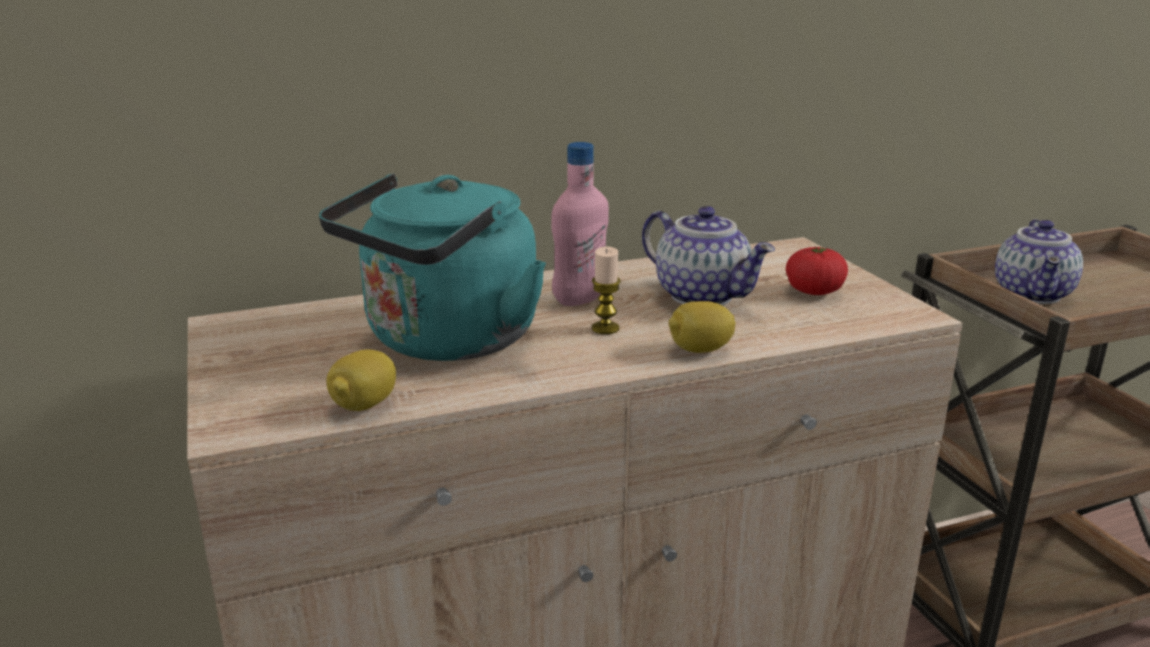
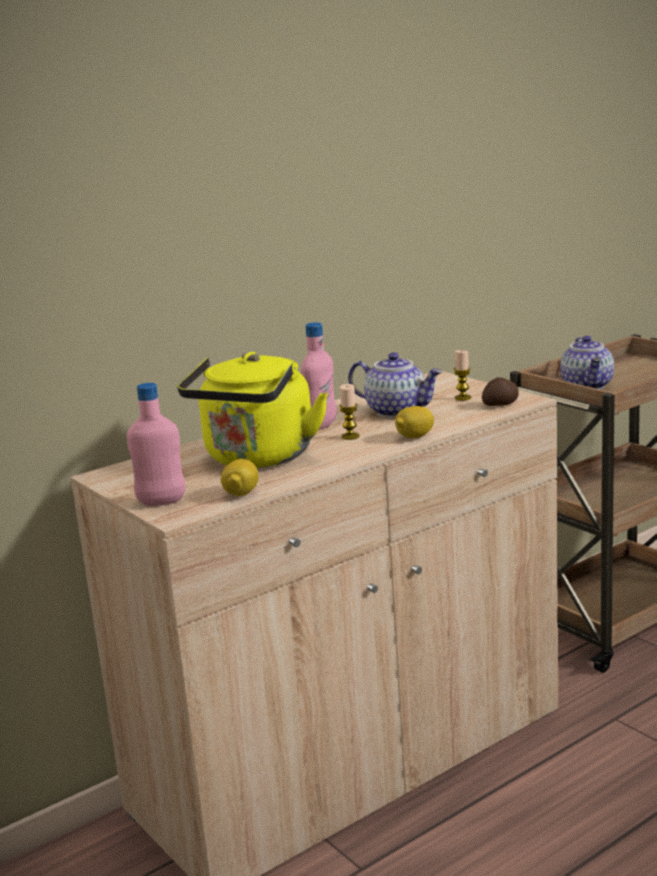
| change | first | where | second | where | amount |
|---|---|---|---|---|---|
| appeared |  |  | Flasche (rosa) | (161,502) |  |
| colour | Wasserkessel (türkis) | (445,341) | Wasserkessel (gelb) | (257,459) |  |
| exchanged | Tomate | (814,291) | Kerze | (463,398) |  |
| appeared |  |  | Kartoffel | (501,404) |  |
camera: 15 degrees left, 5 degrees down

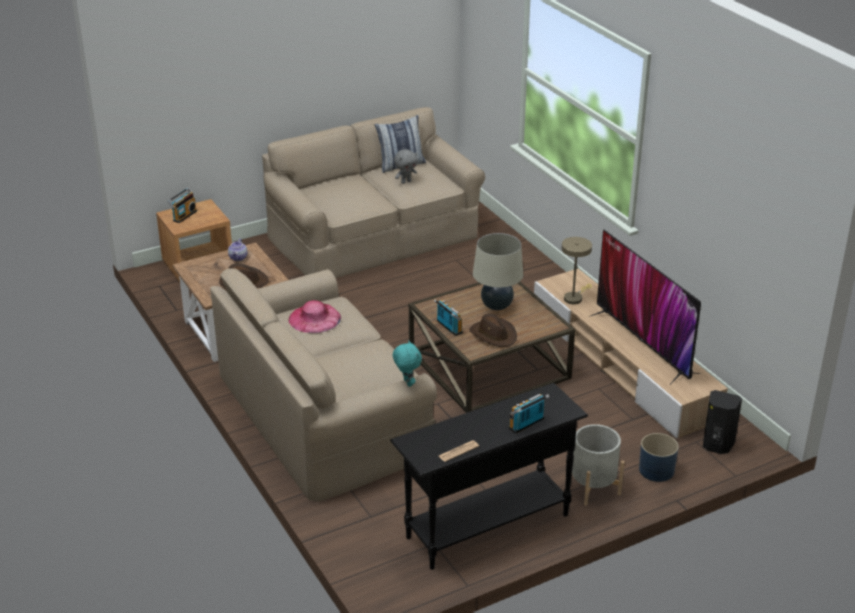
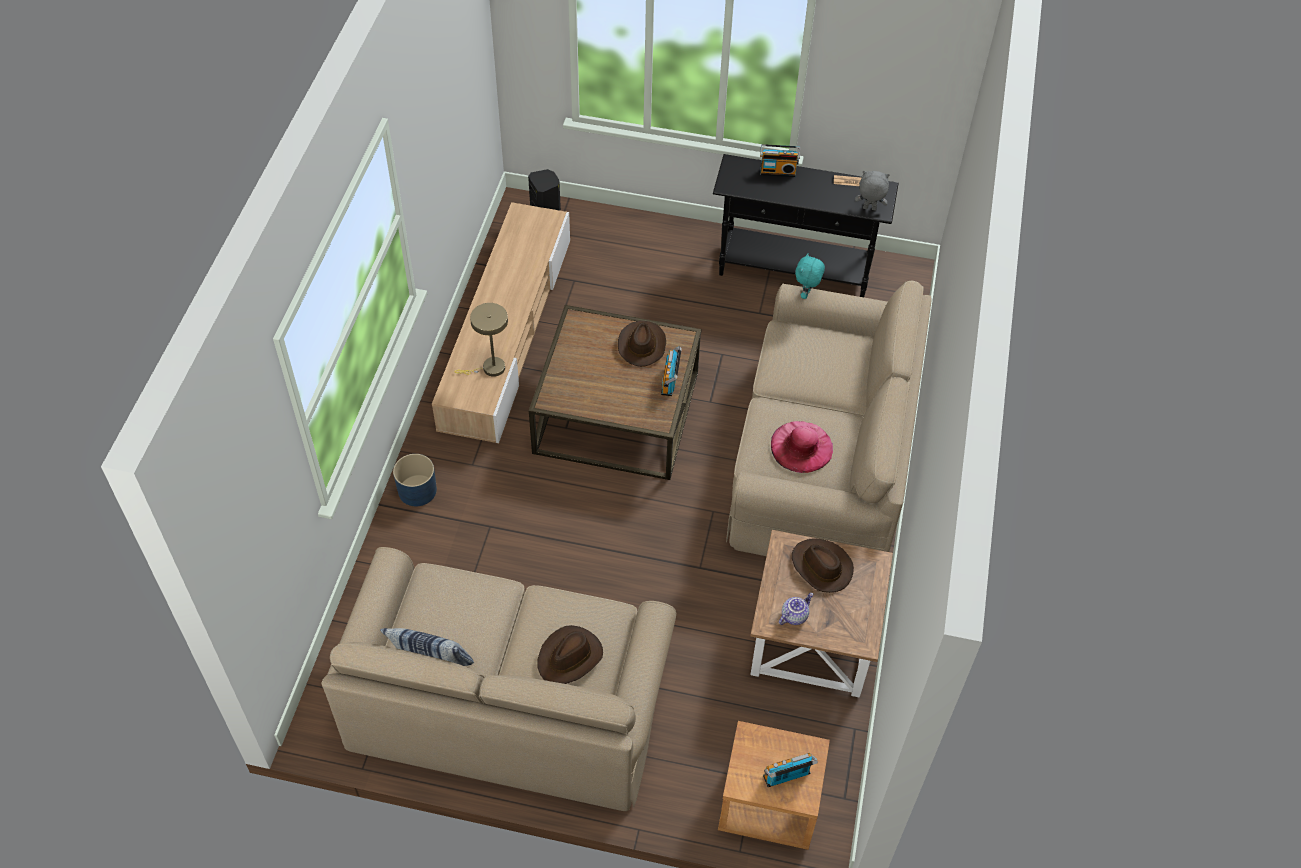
| change | first | where | second | where | amount |
|---|---|---|---|---|---|
| relocated | Pflanzkübel (blau) | (656,470) |  | (417,490) |  |
| appeared |  |  | Hut (braun) | (570,657) |  |
| relocated | Plüschtier (grau) | (406,182) |  | (869,209) |  |
| missing | Tischlampe (beige) | (497,306) |  |  |  |
| missing | Pflanzkübel (grau) | (593,487) |  |  |  |
| missing | Fernseher | (643,343) |  |  |  |
camera: 140 degrees left, 20 degrees up

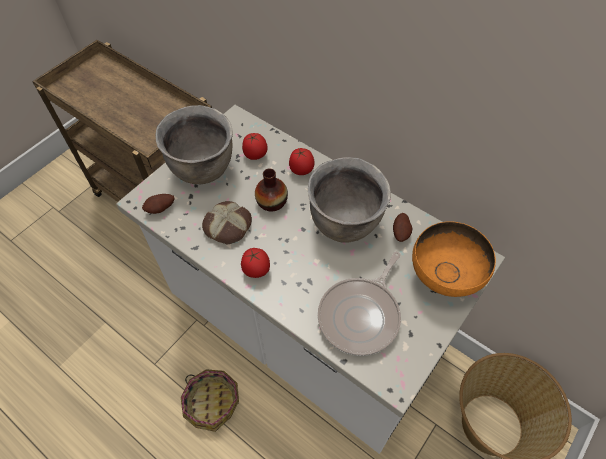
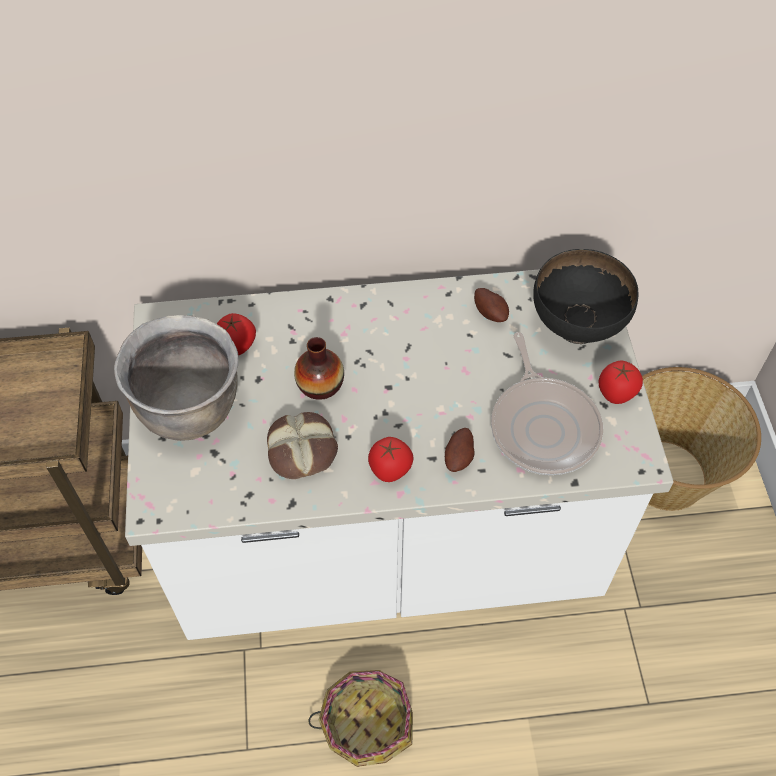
| change | first | where | second | where | amount |
|---|---|---|---|---|---|
| relocated | Kartoffel | (161,209) |  | (459,457) |  |
| colour | Schüssel (orange) | (444,277) | Schüssel (schwarz) | (576,325) |  |
| relocated | Tomate | (301,170) |  | (616,394) |  |
| missing | Kochtopf (braun) | (345,223) |  |  |  |
camera: 45 degrees left, 0 degrees up

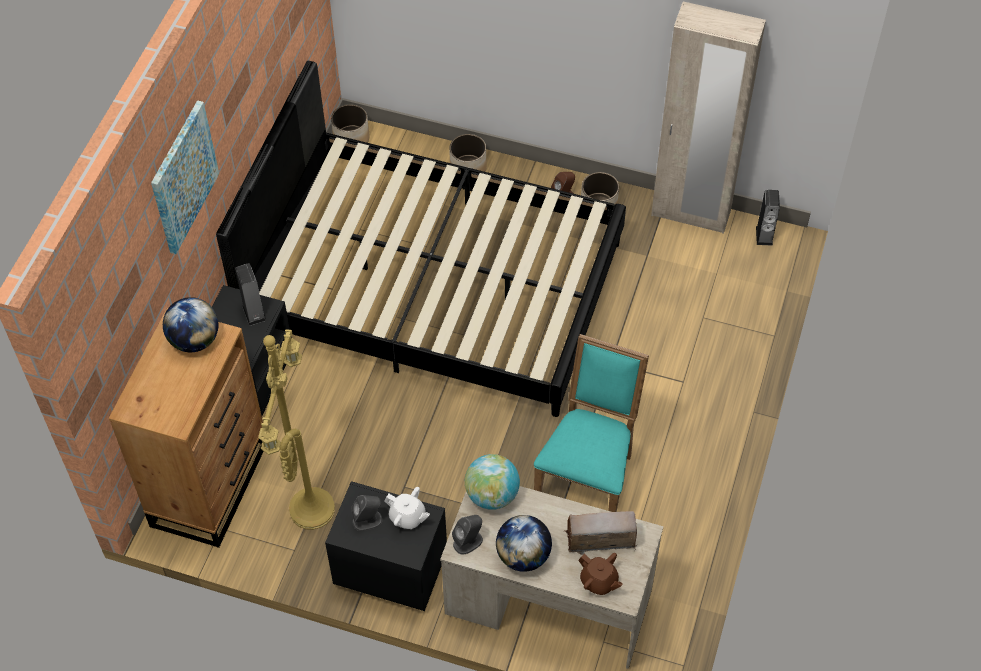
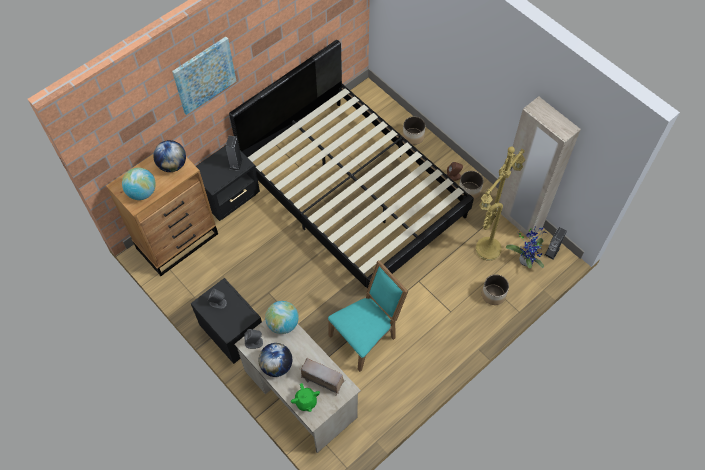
| change | first | where | second | where | amount |
|---|---|---|---|---|---|
| appeared |  |  | Globus | (142,192) |  |
| colour | Teekanne (braun) | (599,581) | Teekanne (grün) | (306,401) |  |
| relocated | Stehlampe (gelb) | (309,507) |  | (487,247) |  |
| relocated | Pflanzkübel | (351,139) |  | (493,294) |  |
| appeared |  |  | Topfpflanze | (526,259) |  |
| missing | Teekanne (weiß) | (407,517) |  |  |  |
camera: 30 degrees right, 5 degrees up

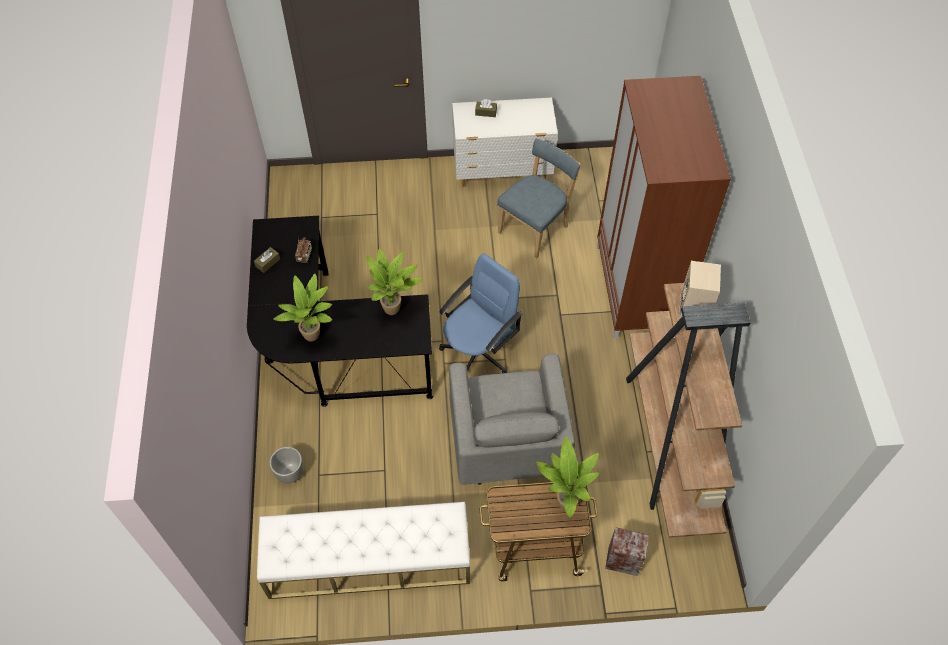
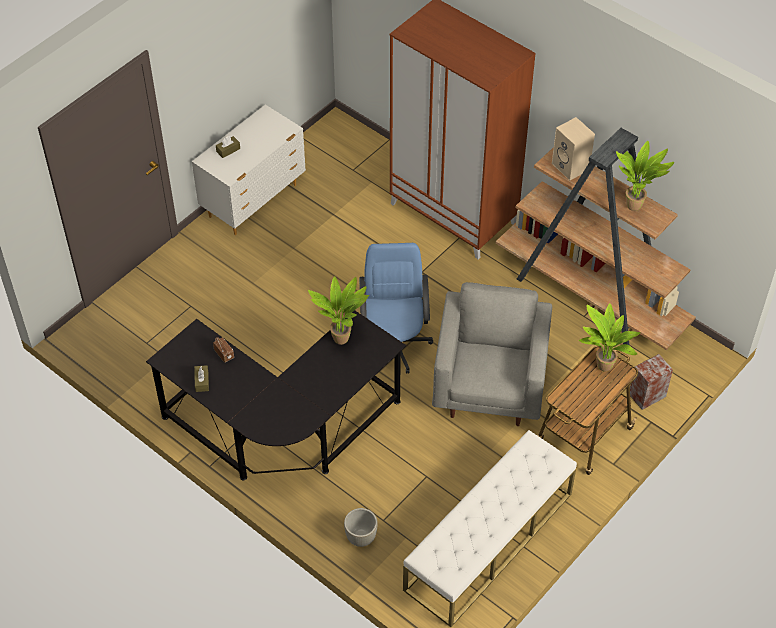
| change | first | where | second | where | amount |
|---|---|---|---|---|---|
| spun | Sessel (grau) | (507,444) |  | (489,387) | 120 degrees counterclockwise |
| relocated | Topfpflanze | (314,336) |  | (635,205) |  |
| missing | Stuhl (blau) | (535,228) |  |  |  |
camera: 45 degrees left, 5 degrees down

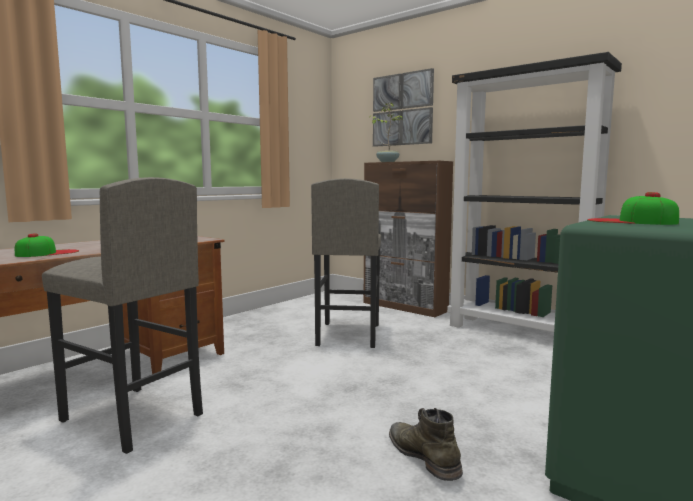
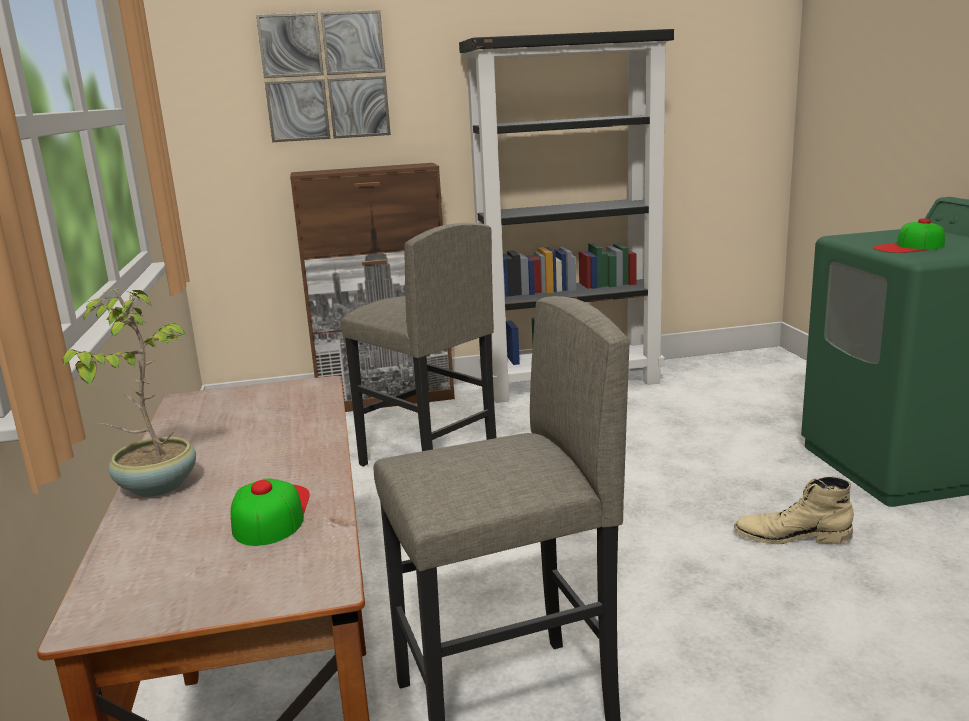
| change | first | where | second | where | amount |
|---|---|---|---|---|---|
| relocated | Topfpflanze | (387,162) |  | (155,486) |  |
| colour | Stiefel (grün) | (423,456) | Stiefel (beige) | (791,536) |  |
camera: 50 degrees left, 10 degrees up

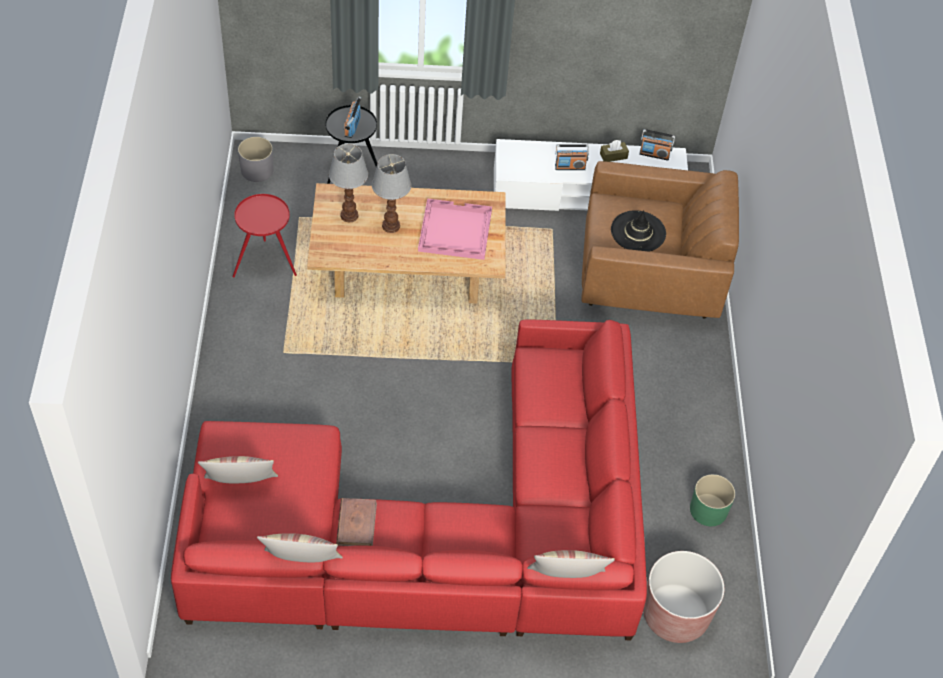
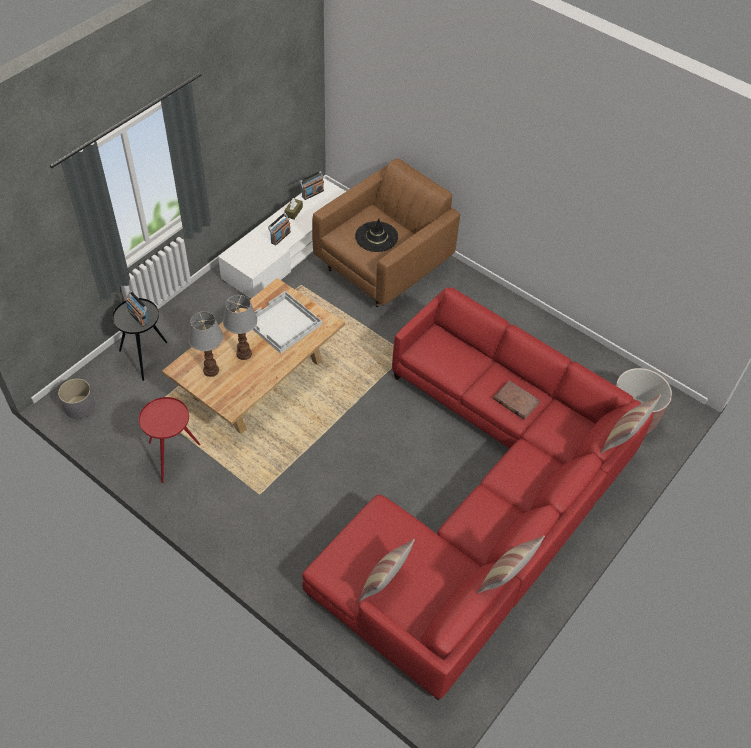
| change | first | where | second | where | amount |
|---|---|---|---|---|---|
| colour | Tablett (rosa) | (454,231) | Tablett (weiß) | (283,324) |  |
| relocated | Buch (braun) | (356,524) |  | (515,401) |  |
| missing | Pflanzkübel (grün) | (708,510) |  |  |  |
camera: 50 degrees left, 0 degrees up

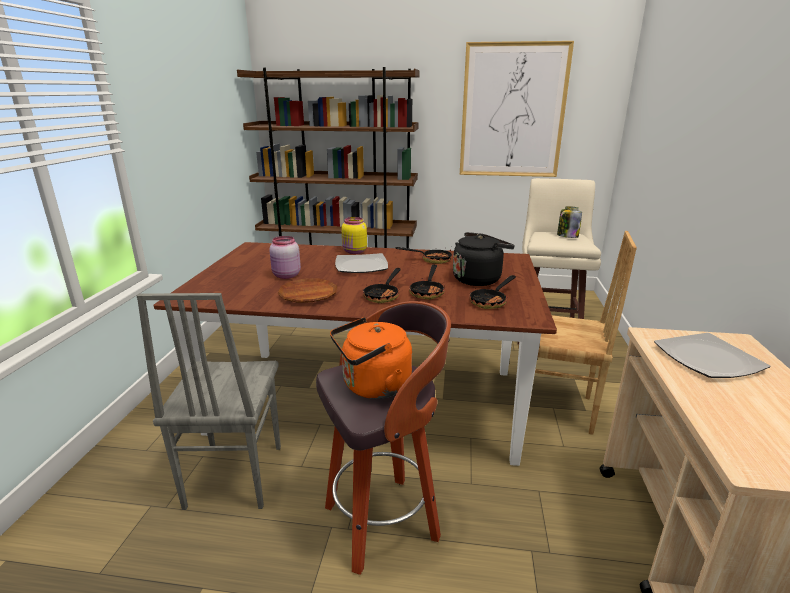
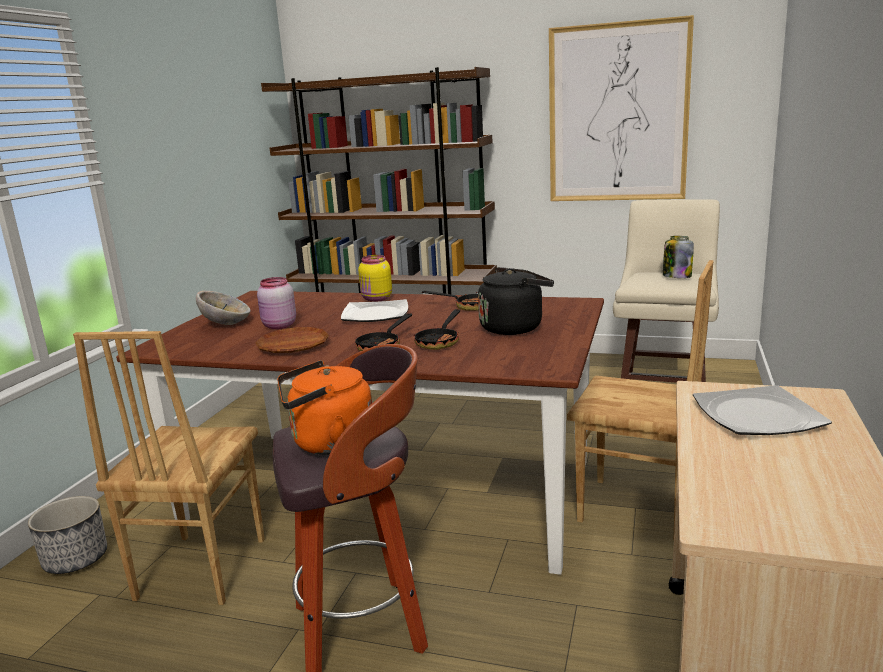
| change | first | where | second | where | amount |
|---|---|---|---|---|---|
| appeared |  |  | Pflanzkübel | (75,559) |  |
| colour | Stuhl (grau) | (233,476) | Stuhl (braun) | (199,569) |  |
| appeared |  |  | Schüssel | (226,323) |  |
| missing | Pfanne | (491,301) |  |  |  |
camera: 10 degrees right, 5 degrees down

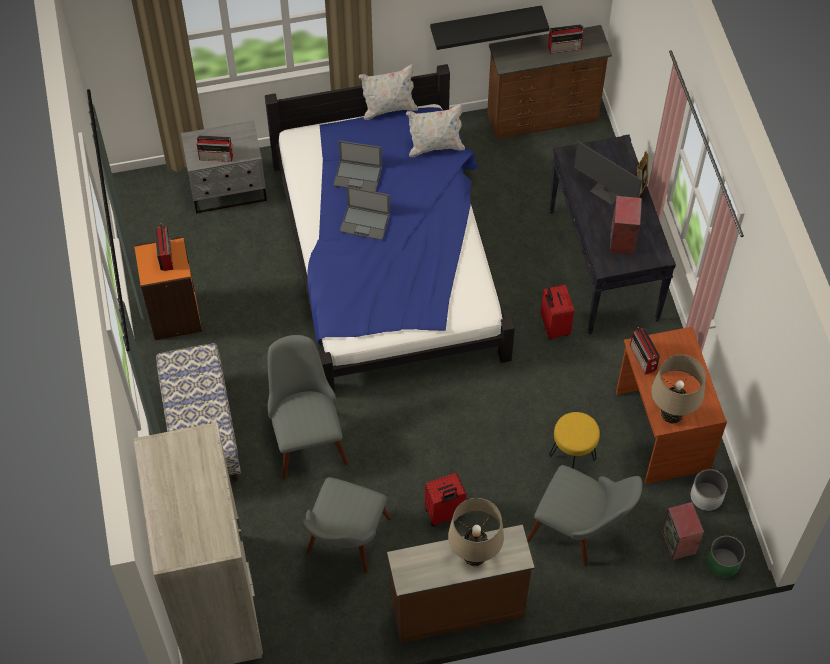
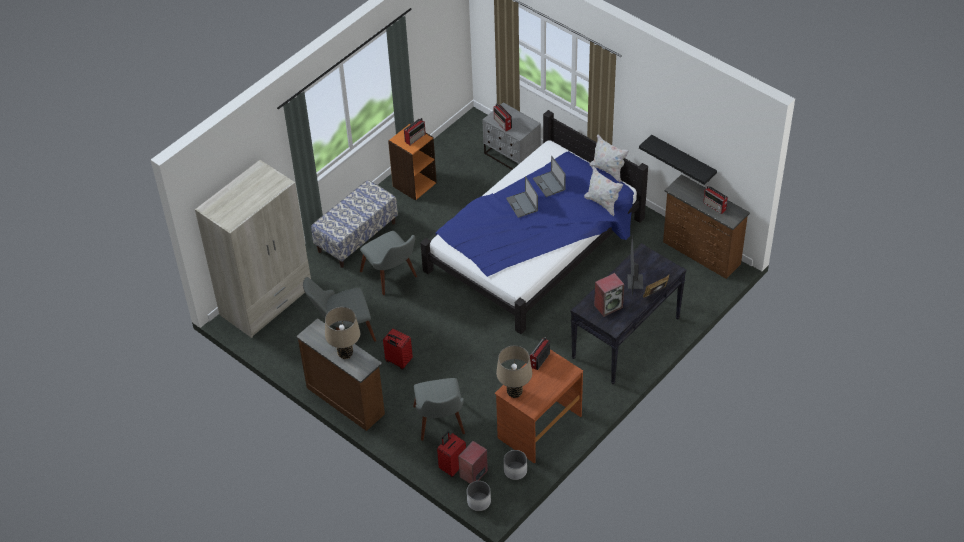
| change | first | where | second | where | amount |
|---|---|---|---|---|---|
| spun | Stuhl (grau) | (306,434) |  | (393,277) | 105 degrees clockwise |
| relocated | Koffer (rot) | (553,326) |  | (452,466) |  |
| colour | Pflanzkübel (grün) | (723,562) | Pflanzkübel (weiß) | (479,501) |  |
| missing | Hocker (gelb) | (571,457) |  |  |  |
camera: 55 degrees right, 10 degrees down

